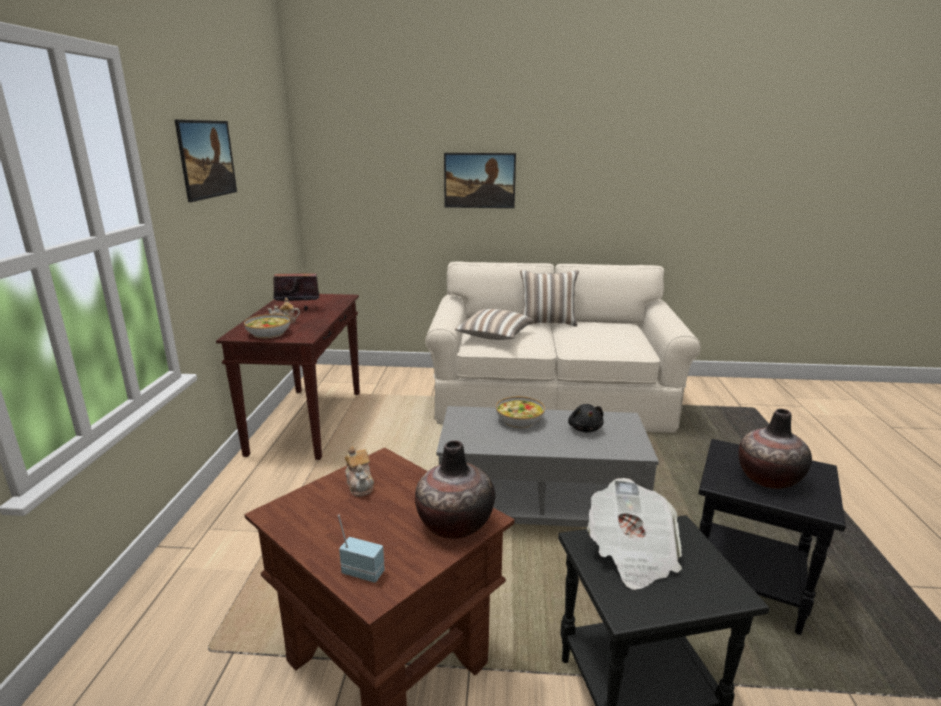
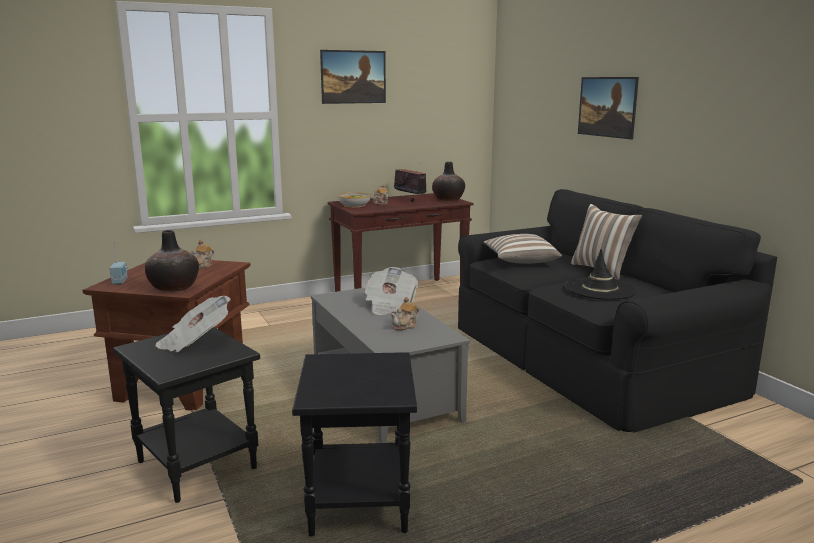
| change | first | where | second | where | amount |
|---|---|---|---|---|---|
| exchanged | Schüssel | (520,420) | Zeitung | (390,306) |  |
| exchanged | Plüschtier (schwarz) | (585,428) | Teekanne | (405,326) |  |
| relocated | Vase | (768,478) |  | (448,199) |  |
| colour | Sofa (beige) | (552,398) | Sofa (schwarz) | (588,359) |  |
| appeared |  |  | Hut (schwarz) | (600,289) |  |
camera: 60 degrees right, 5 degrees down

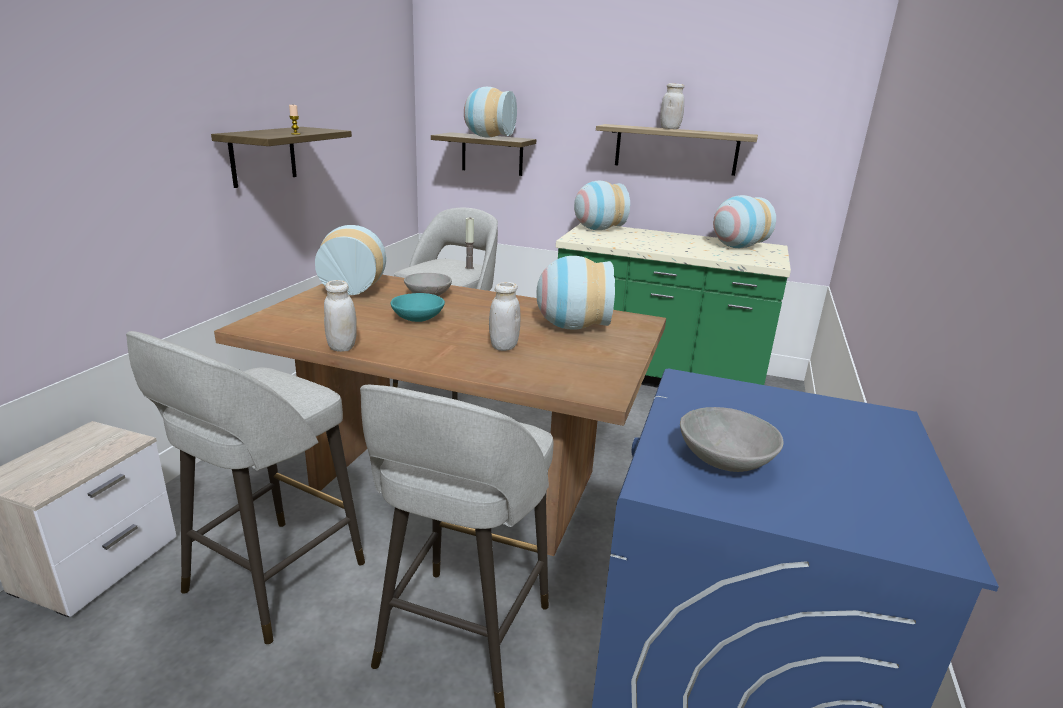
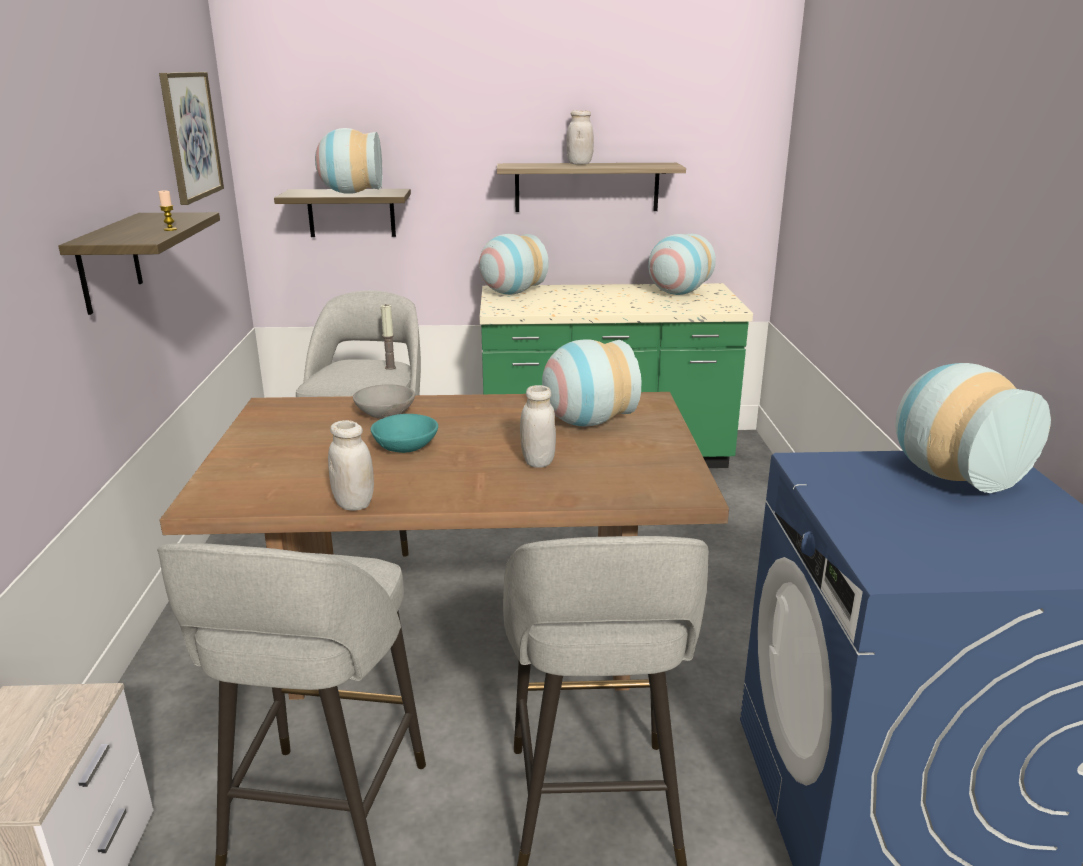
| change | first | where | second | where | amount |
|---|---|---|---|---|---|
| appeared |  |  | Bild | (190,136) |  |
| relocated | Vase | (354,289) |  | (950,475) |  |
| missing | Schüssel (grau) | (725,460) |  |  |  |
camera: 20 degrees left, 0 degrees up

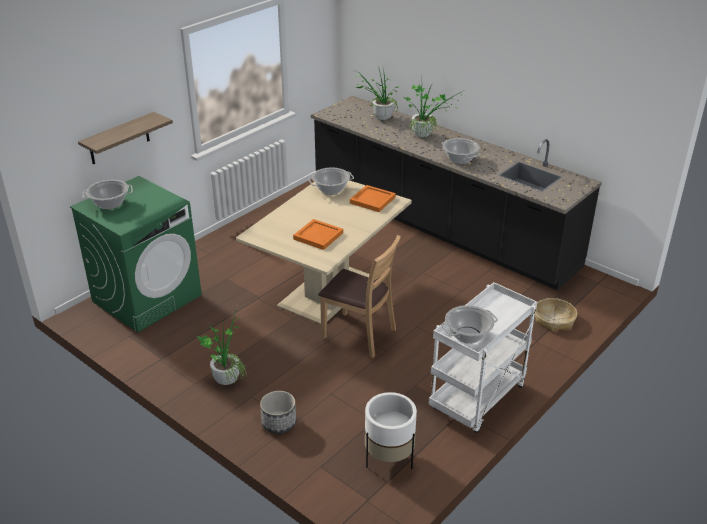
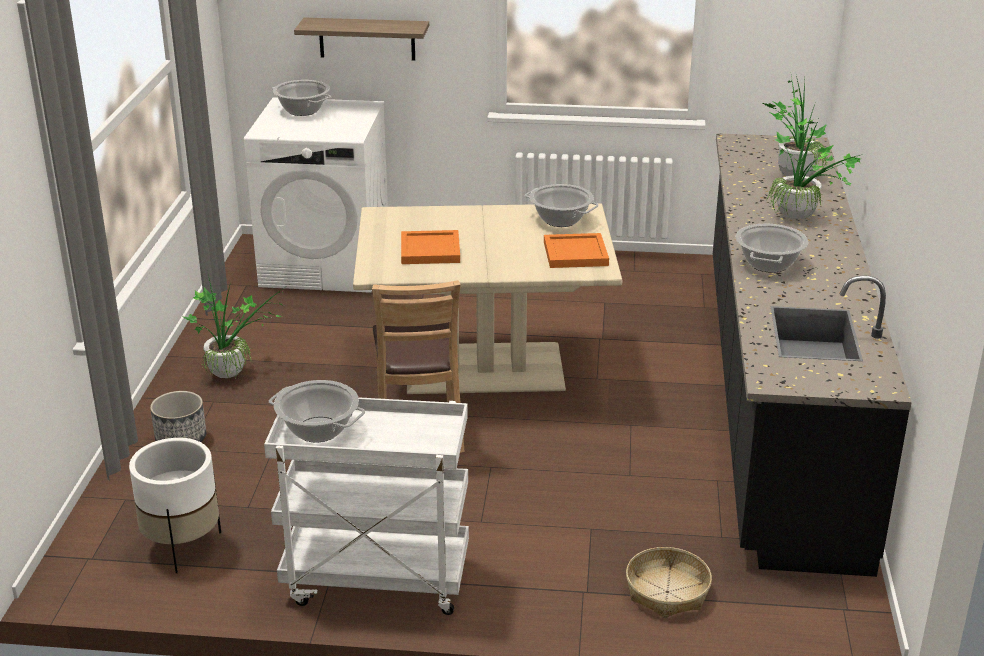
| change | first | where | second | where | amount |
|---|---|---|---|---|---|
| colour | Waschmaschine (grün) | (147,298) | Waschmaschine (weiß) | (326,265) |  |
camera: 55 degrees right, 5 degrees down

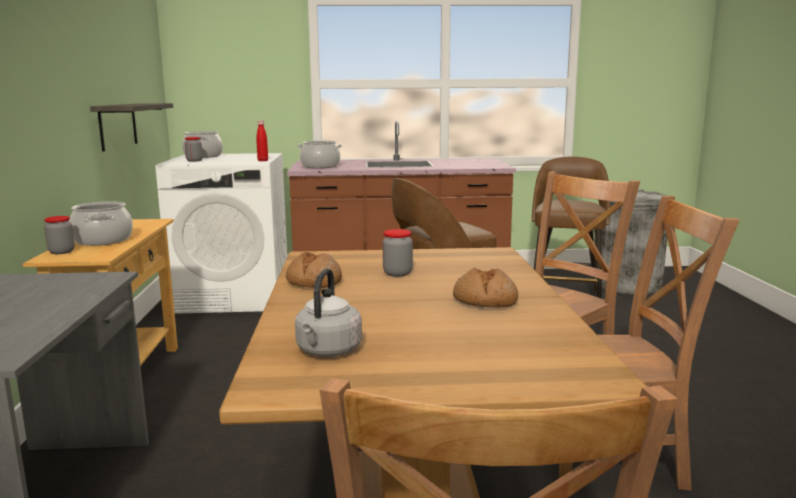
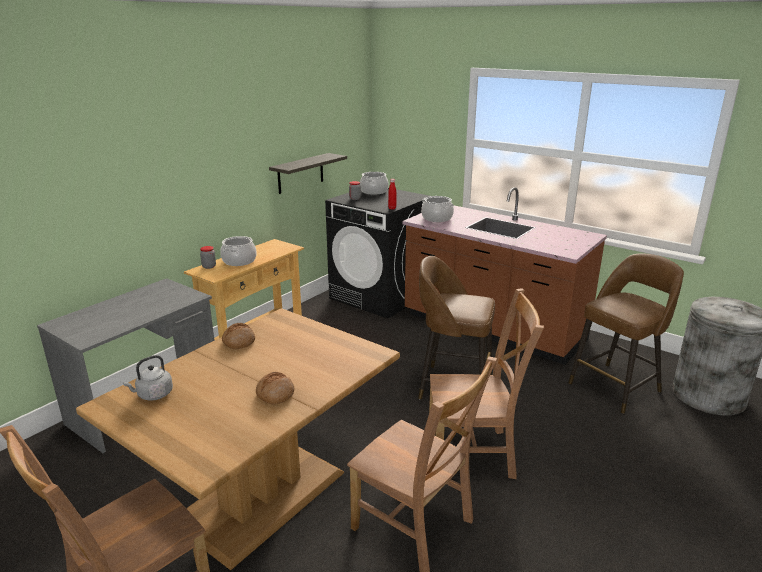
| change | first | where | second | where | amount |
|---|---|---|---|---|---|
| colour | Waschmaschine (weiß) | (234,296) | Waschmaschine (schwarz) | (379,296) |  |
| missing | Vorratsglas | (397,273) |  |  |  |
camera: 40 degrees right, 10 degrees up

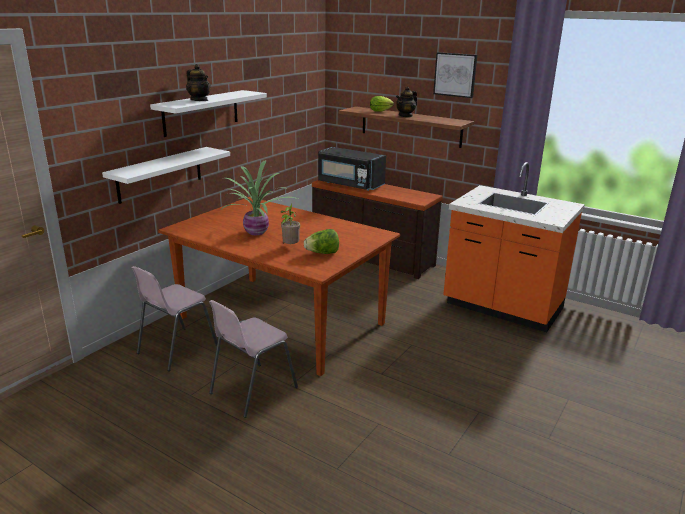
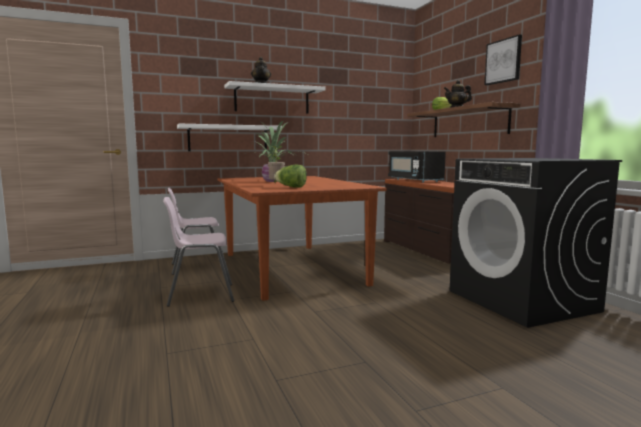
| change | first | where | second | where | amount |
|---|---|---|---|---|---|
| exchanged | Küchenzeile (orange) | (502,308) | Waschmaschine (schwarz) | (522,301) |  |
camera: 35 degrees right, 15 degrees down

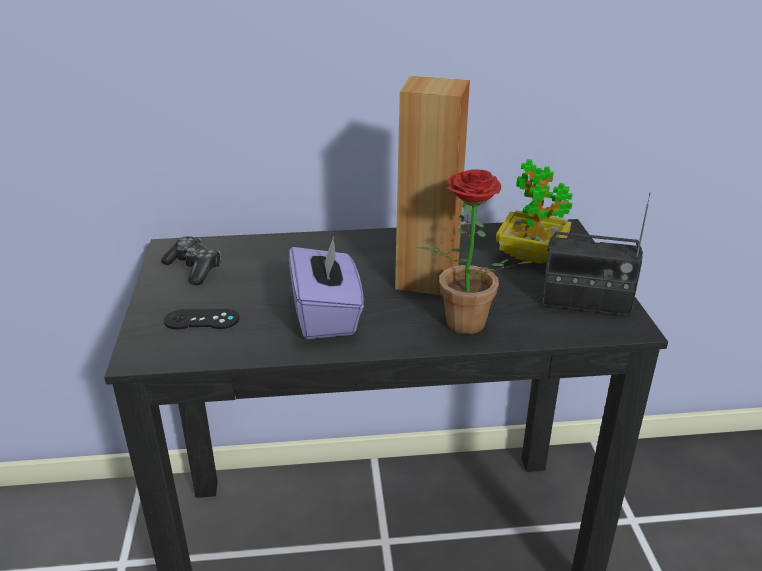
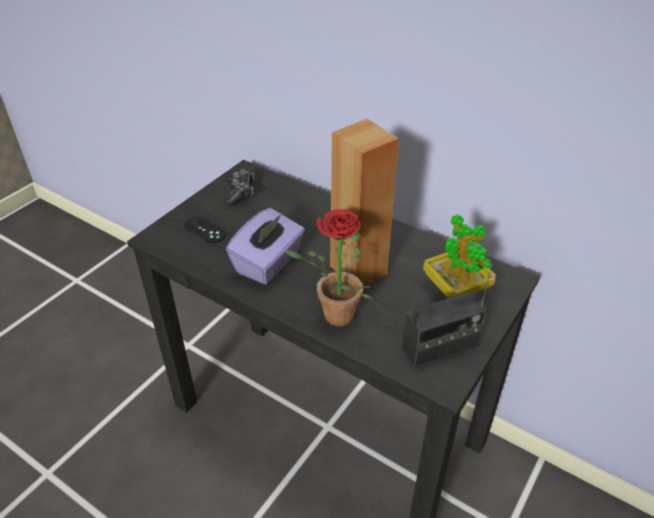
| change | first | where | second | where | amount |
|---|---|---|---|---|---|
| spun | Radio | (585,302) |  | (440,347) | 75 degrees counterclockwise |
camera: 40 degrees right, 10 degrees up

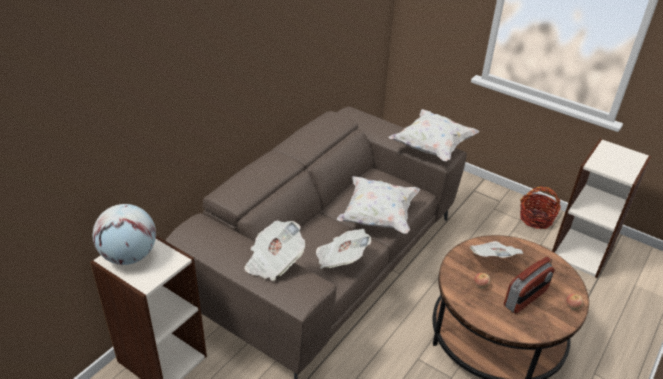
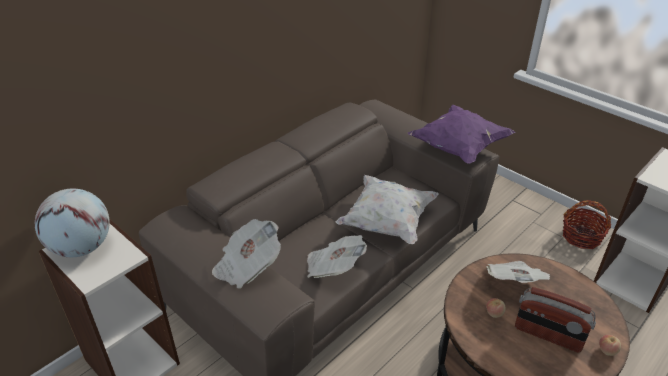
| change | first | where | second | where | amount |
|---|---|---|---|---|---|
| colour | Kissen (weiß) | (432,147) | Kissen (lila) | (458,148) |  |
| spun | Radio | (525,298) |  | (548,335) | 60 degrees clockwise |
camera: 10 degrees right, 0 degrees up

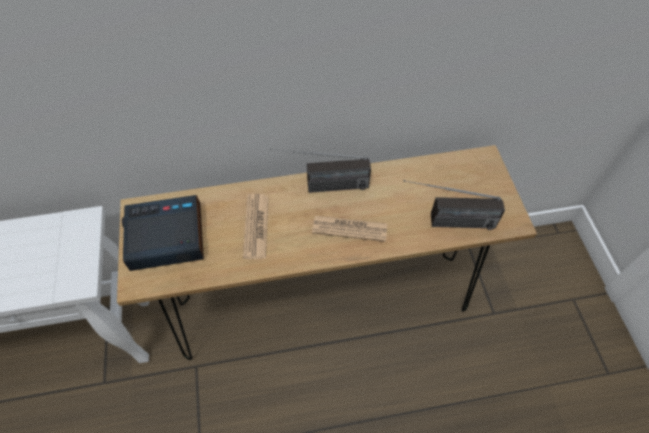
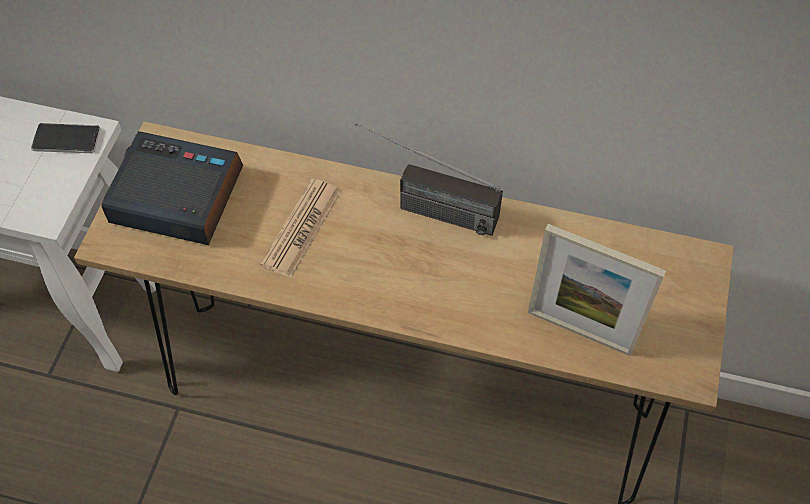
| change | first | where | second | where | amount |
|---|---|---|---|---|---|
| appeared |  |  | Handy | (67,140) |  |
| exchanged | Radio | (445,222) | Bilderrahmen | (579,331) |  |
| missing | Zeitung | (349,229) |  |  |  |
camera: 25 degrees right, 0 degrees up

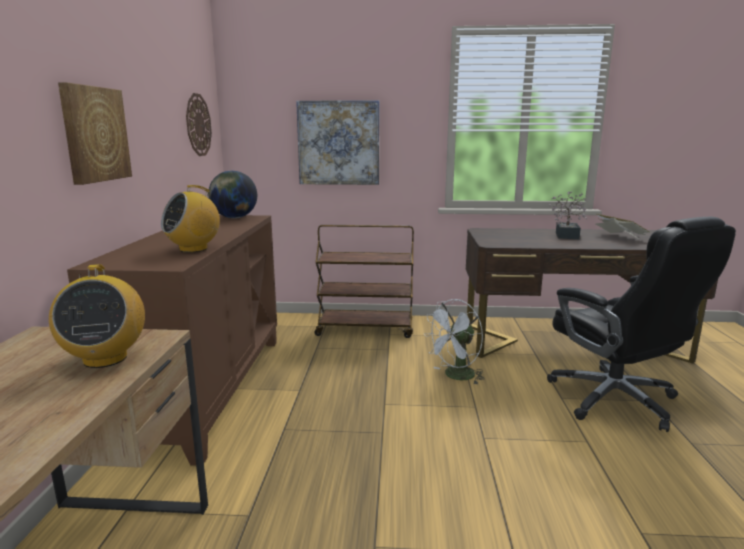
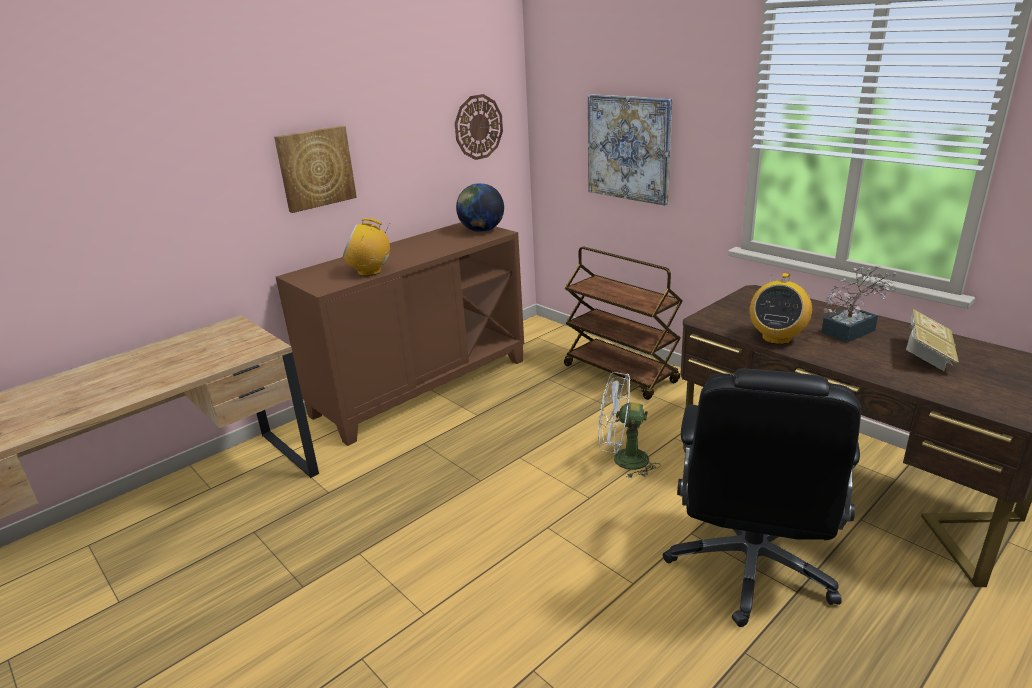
| change | first | where | second | where | amount |
|---|---|---|---|---|---|
| relocated | Radio | (105,359) |  | (776,338) |  |
camera: 45 degrees right, 10 degrees up

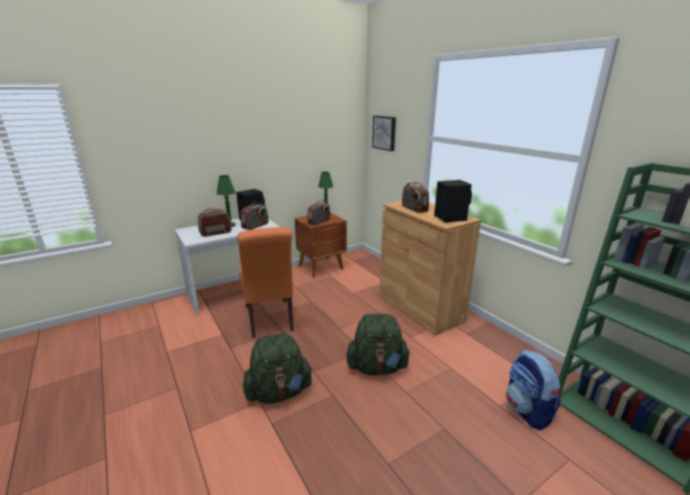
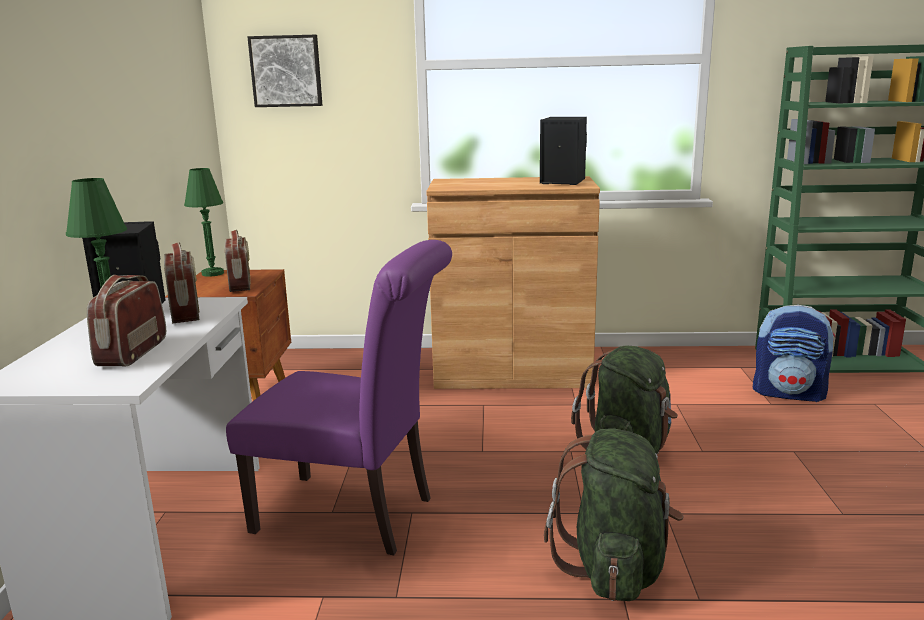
| change | first | where | second | where | amount |
|---|---|---|---|---|---|
| colour | Stuhl (orange) | (270,320) | Stuhl (lila) | (354,515) |  |
| missing | Radio | (414,209) |  |  |  |
camera: 55 degrees left, 5 degrees down

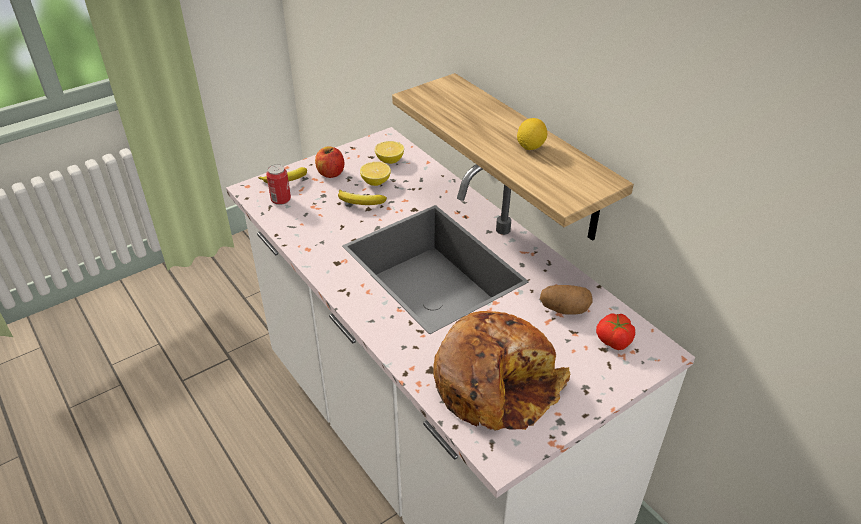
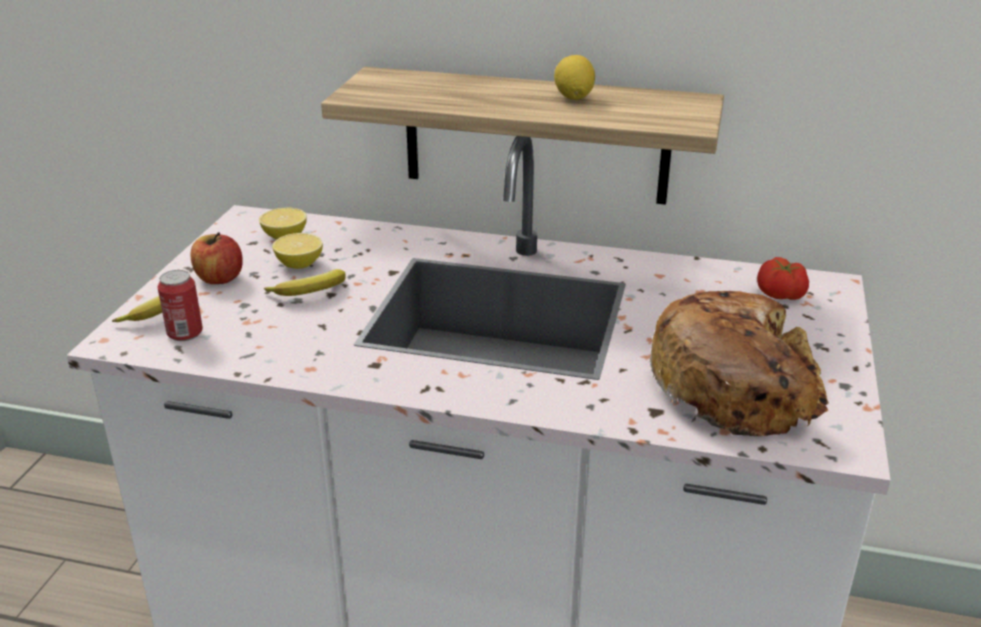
| change | first | where | second | where | amount |
|---|---|---|---|---|---|
| missing | Kartoffel | (564,309) |  |  |  |
camera: 40 degrees left, 10 degrees down

